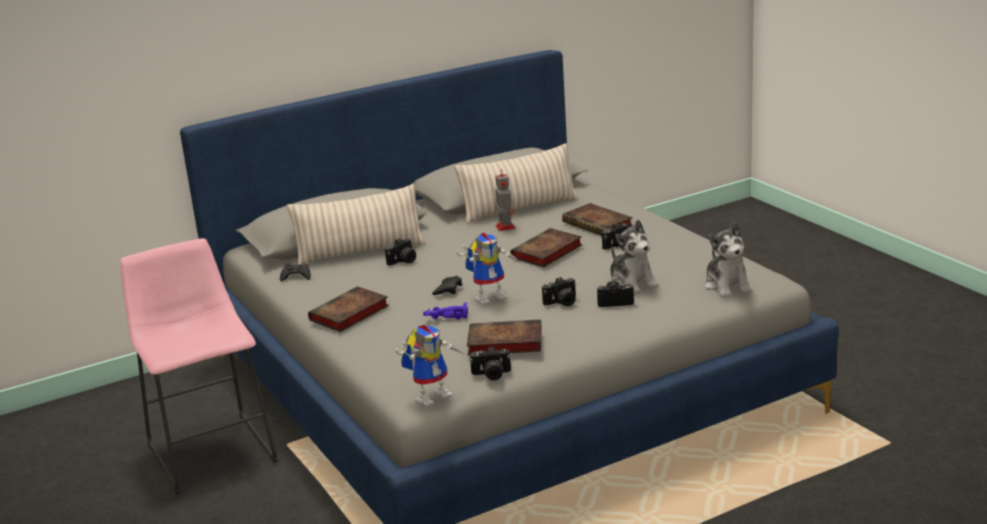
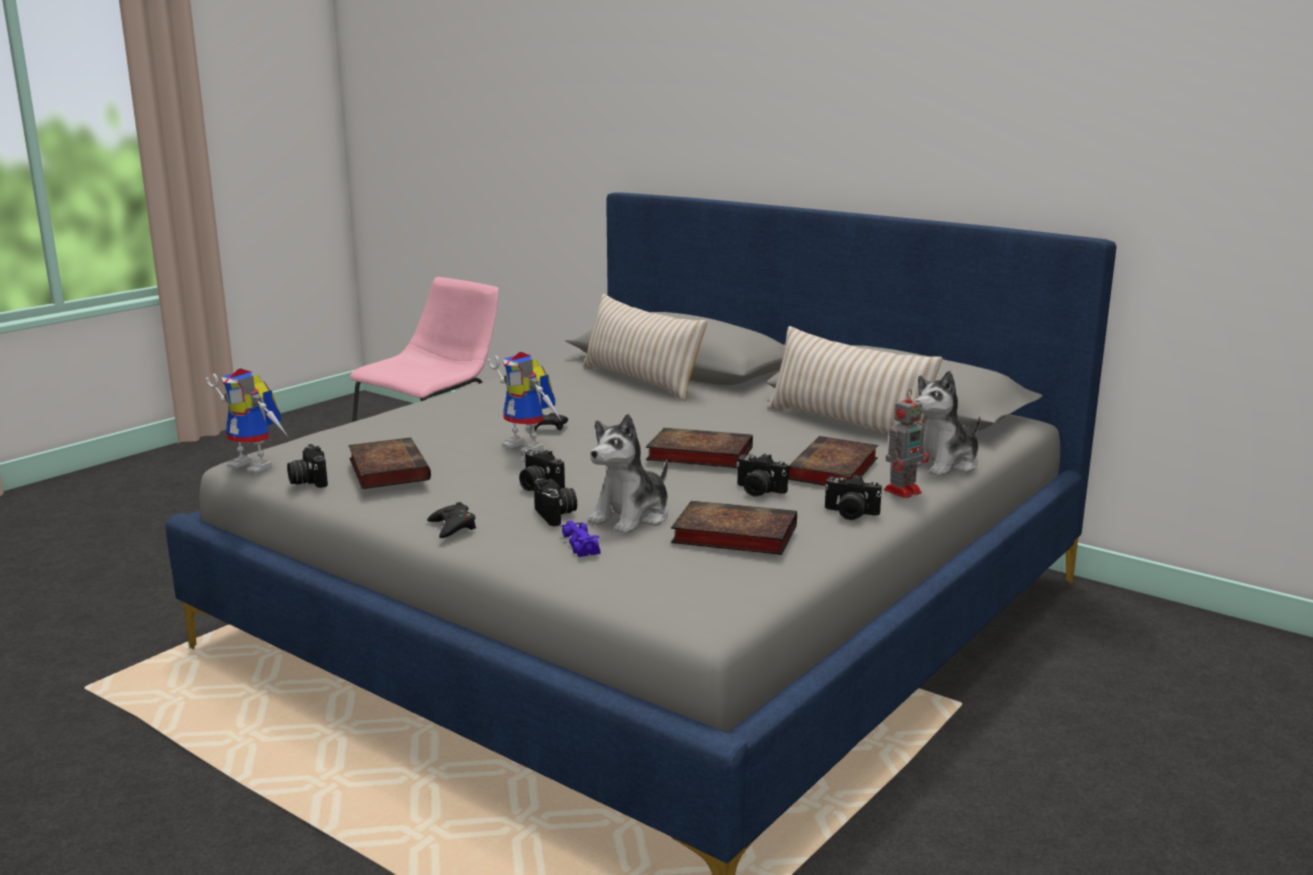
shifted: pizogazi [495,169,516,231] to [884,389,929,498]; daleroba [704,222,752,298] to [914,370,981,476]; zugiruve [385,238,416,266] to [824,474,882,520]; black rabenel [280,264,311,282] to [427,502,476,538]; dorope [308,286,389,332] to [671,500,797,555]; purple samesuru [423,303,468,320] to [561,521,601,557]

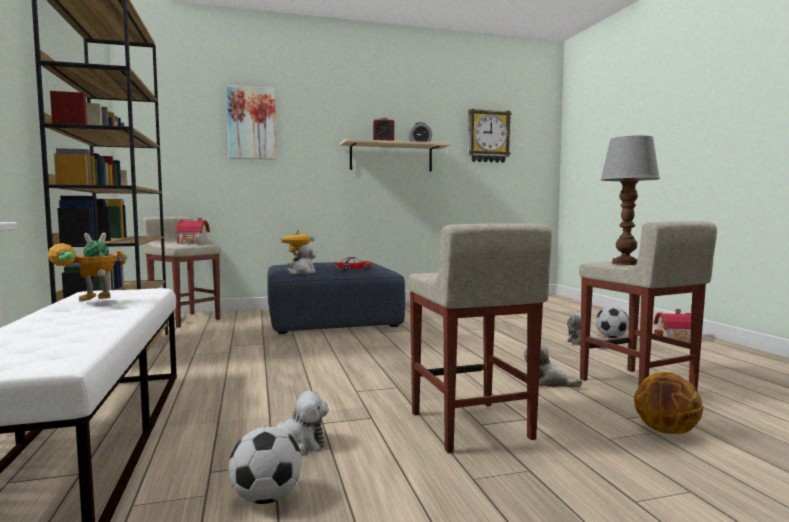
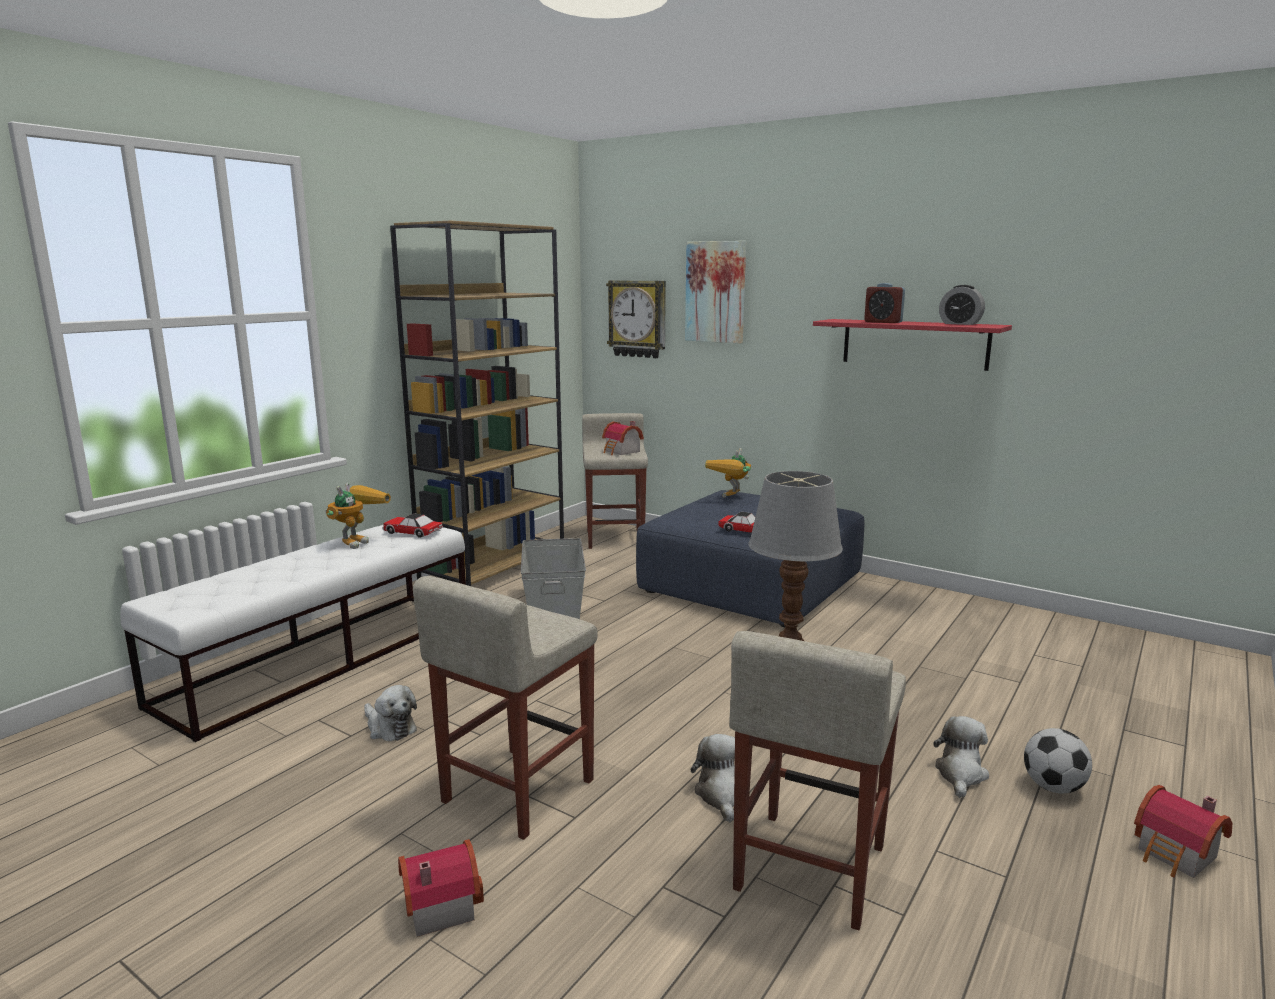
gone: daleroba [287,245,317,274]; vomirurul [634,372,703,434]; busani [229,427,301,504]
new: samesuru [382,514,443,538]; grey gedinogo [521,538,586,619]; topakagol [398,839,484,937]
shifted: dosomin [468,109,512,163] to [606,280,666,358]
repainted: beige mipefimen [340,139,451,172] to red mipefimen [813,319,1012,371]
rotated: pizogazi [48,232,127,302] = [325,483,391,549] 105 degrees clockwise

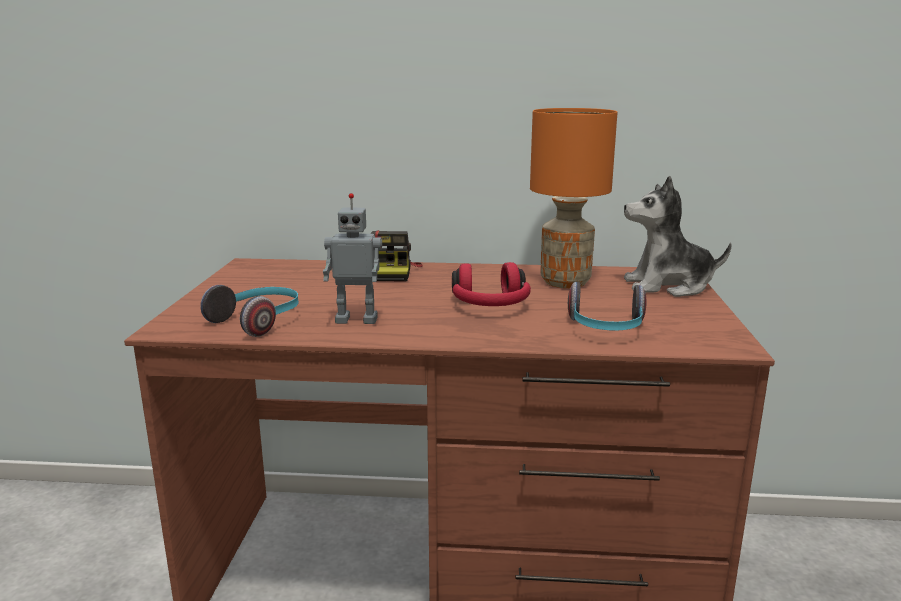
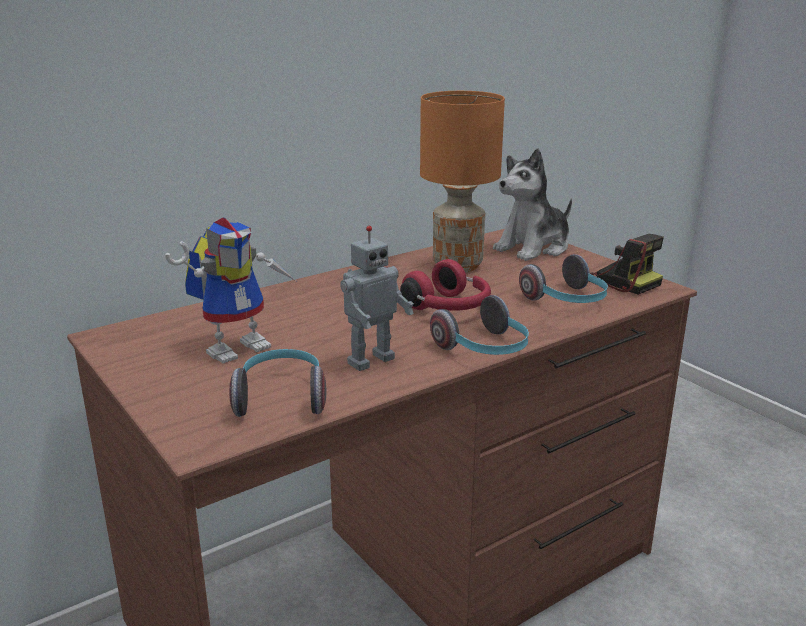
new: pizogazi [165,217,296,364]; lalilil [430,295,529,355]
shifted: zugiruve [370,230,423,281] to [589,234,664,295]

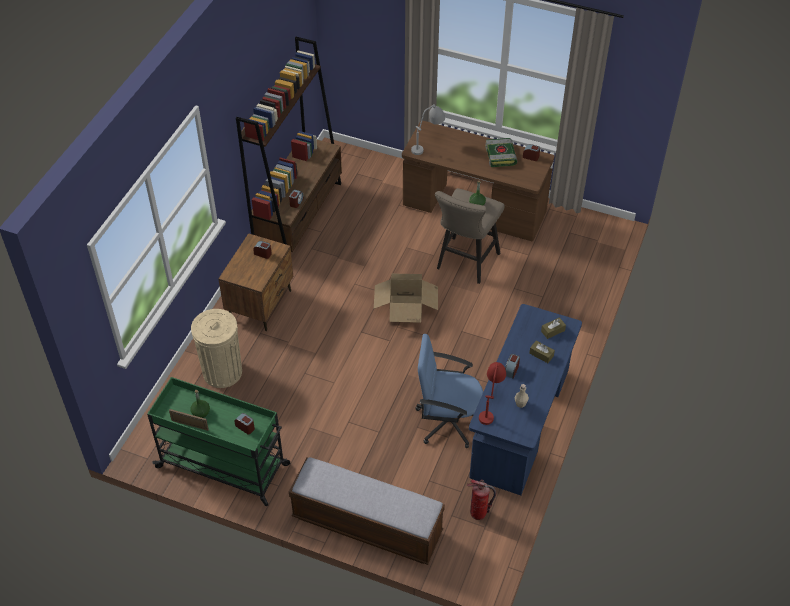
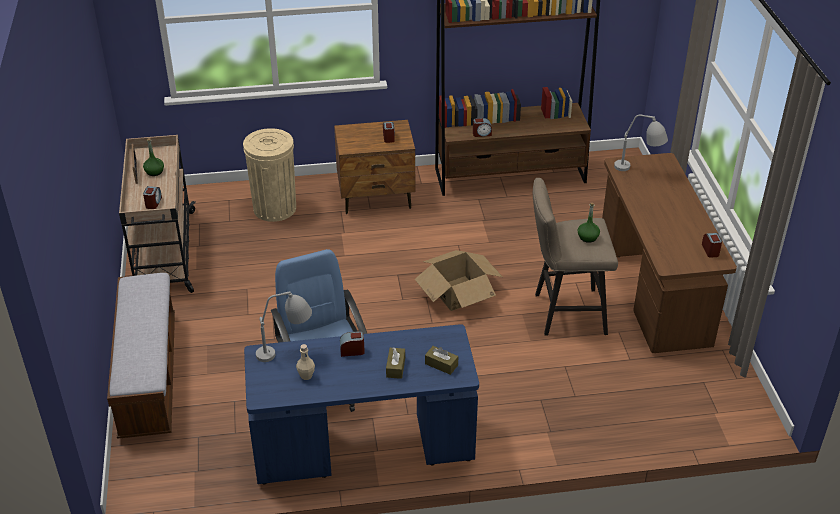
gone: dorope [485,138,517,167]; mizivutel [467,480,496,520]
repainted: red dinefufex [479,362,506,425] to grey dinefufex [256,291,312,362]; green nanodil [147,377,290,506] to beige nanodil [119,135,195,293]

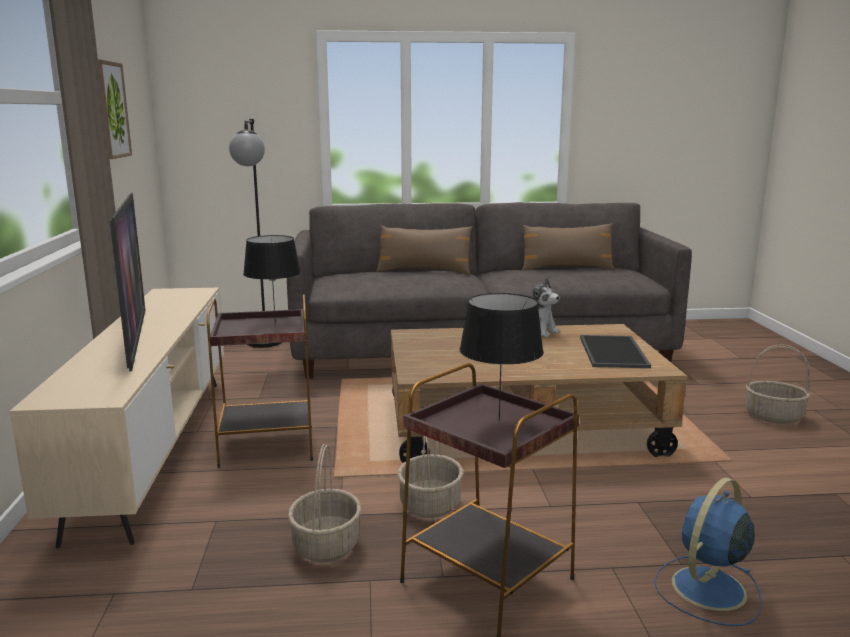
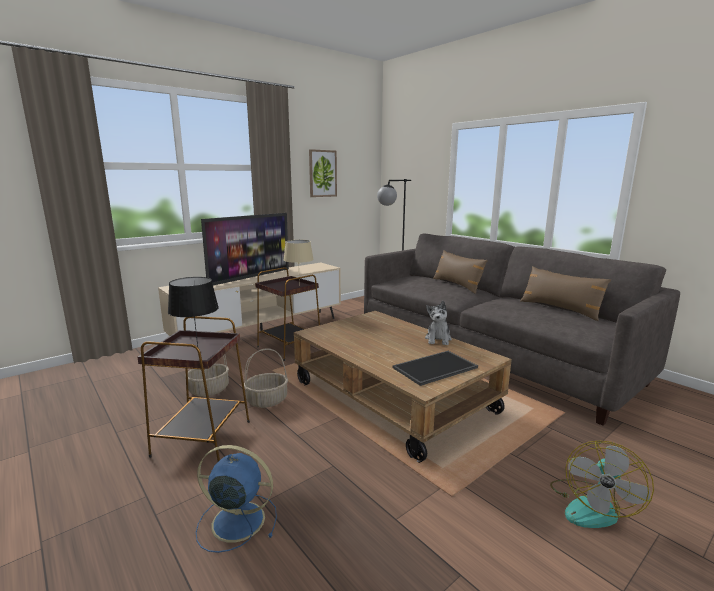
swapped: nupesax [745,344,810,424] to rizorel [550,440,654,528]
repainted: black dinefufex [243,235,301,322] to beige dinefufex [283,240,314,286]

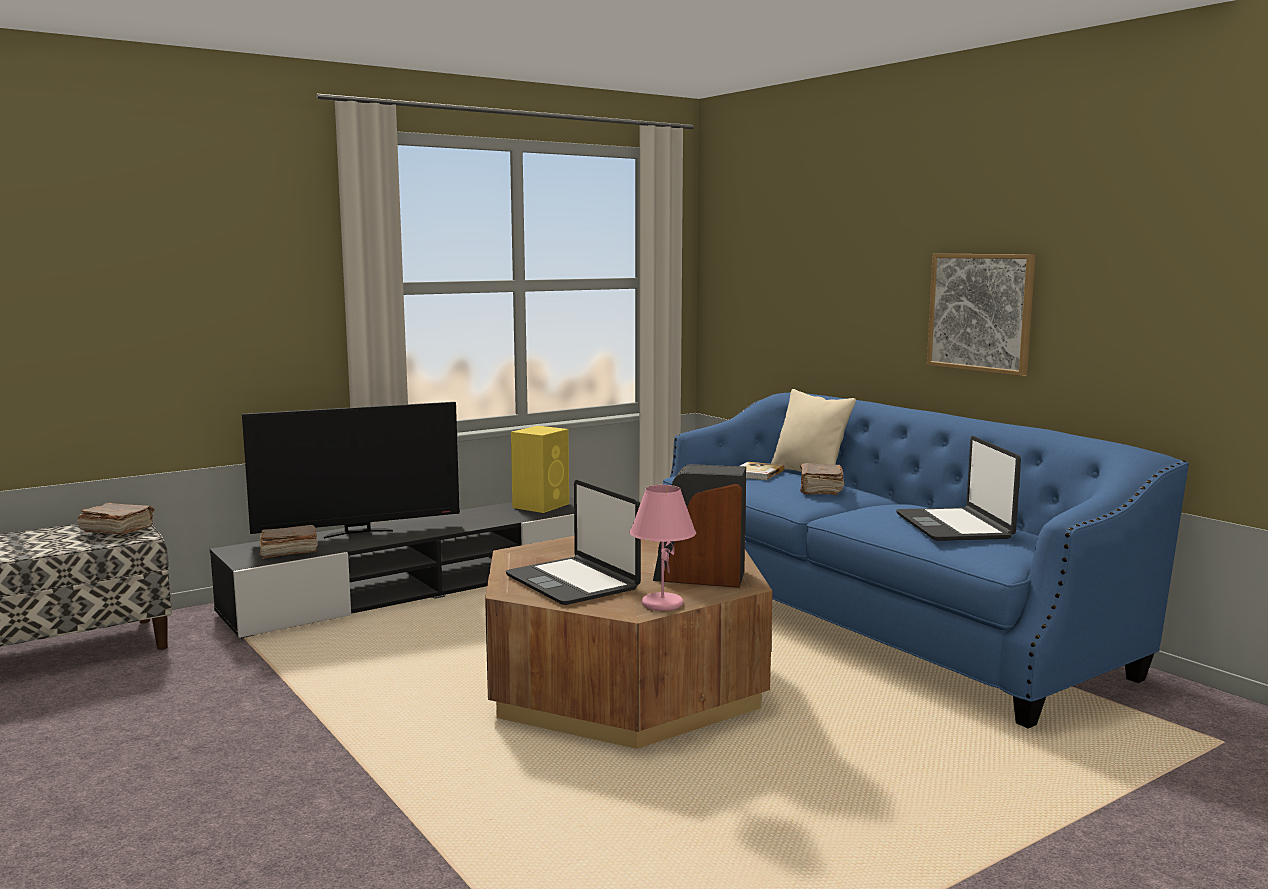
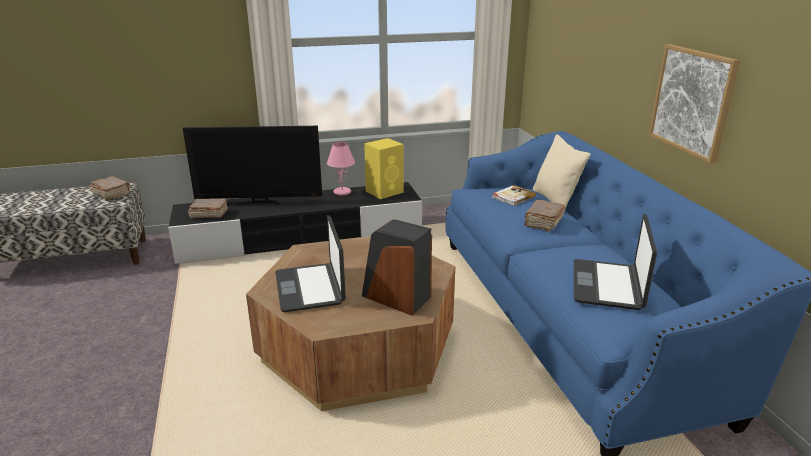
shifted: pink dinefufex [630,485,696,611] to [327,142,355,196]

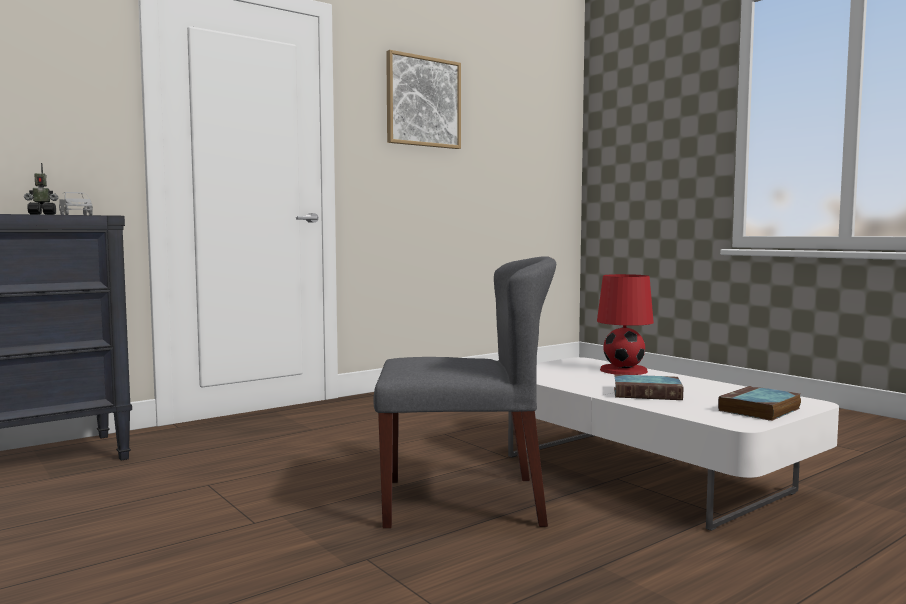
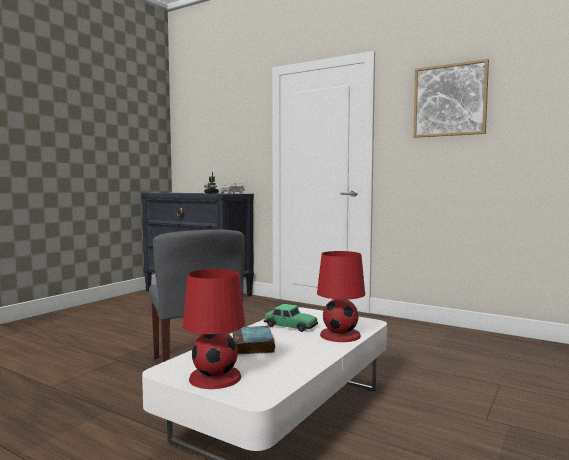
new: samesuru [264,304,318,332]
swapped: dorope [718,386,801,421] to red dinefufex [183,269,245,389]

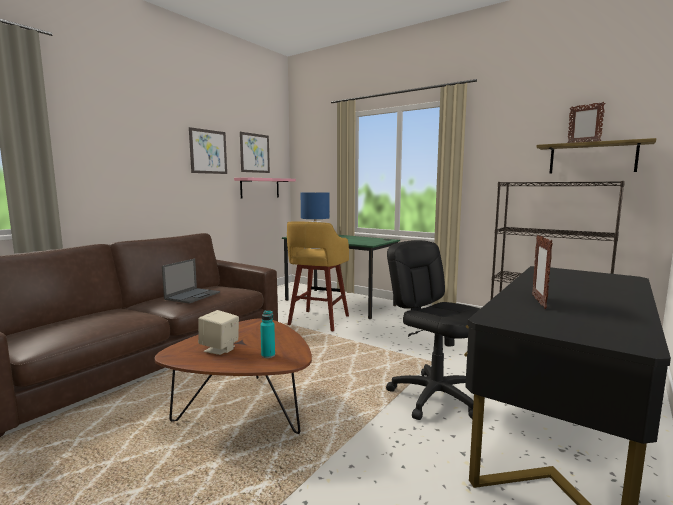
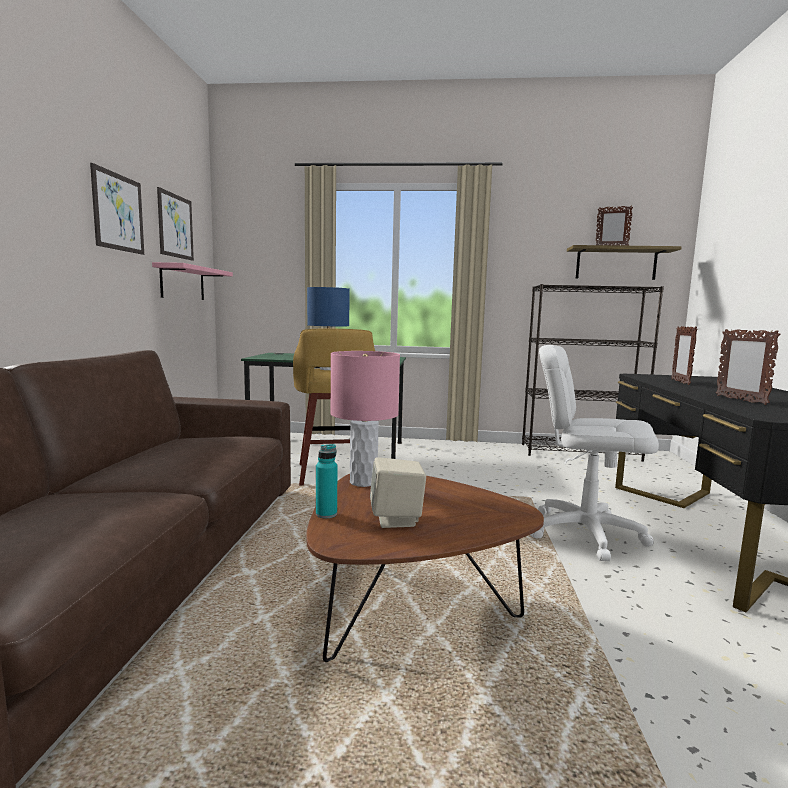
gone: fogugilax [162,258,220,304]
new: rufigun [671,326,698,385]; pink dinefufex [330,351,400,487]
shifted: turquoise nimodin [260,311,275,358] to [316,444,337,518]
repainted: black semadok [386,240,481,420] to white semadok [530,345,659,561]

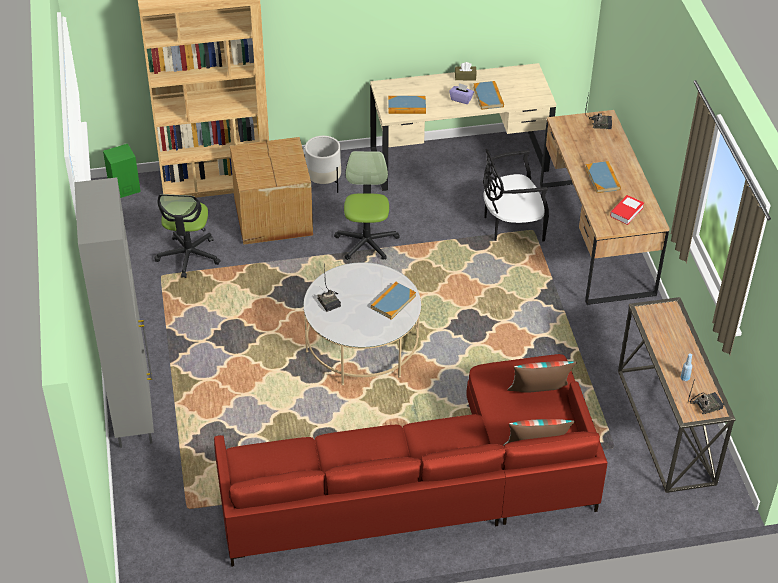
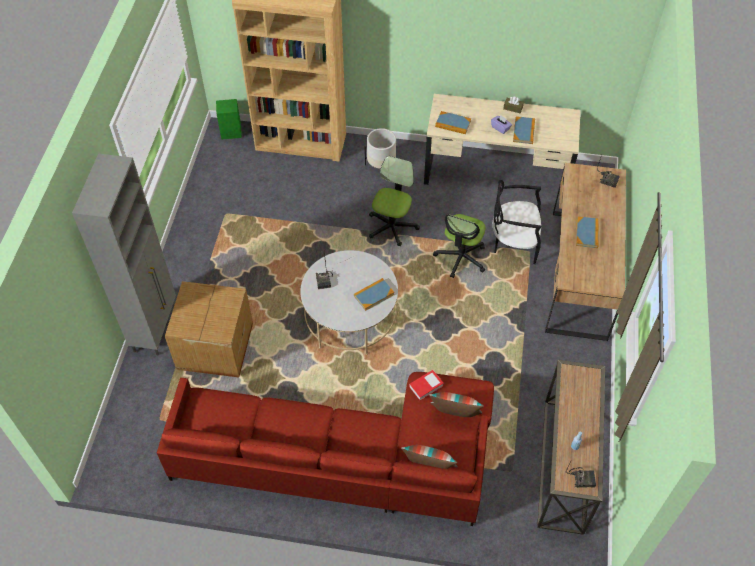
shifted: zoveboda [230,137,313,245] to [165,281,253,377]; semadok [154,194,220,278] to [433,214,485,278]; dorope [610,195,644,225] to [409,370,443,400]

